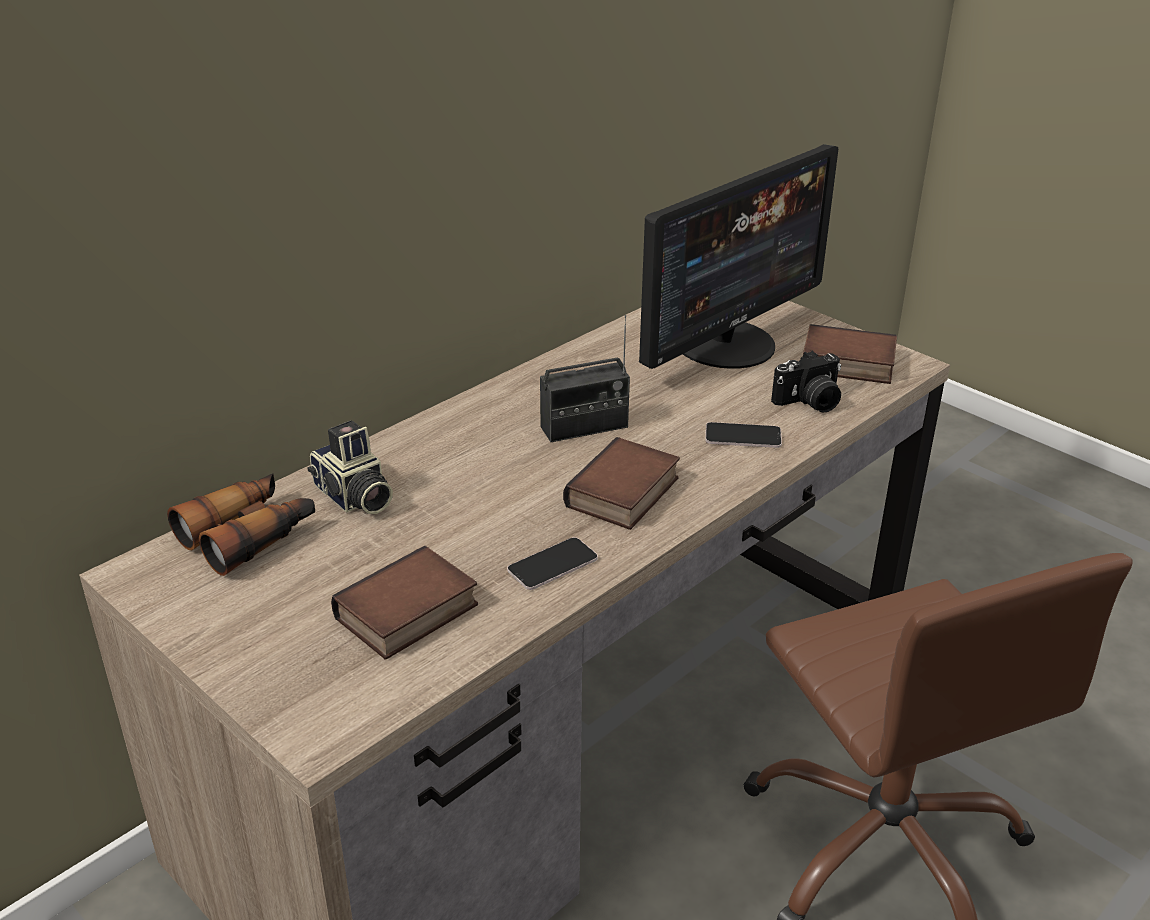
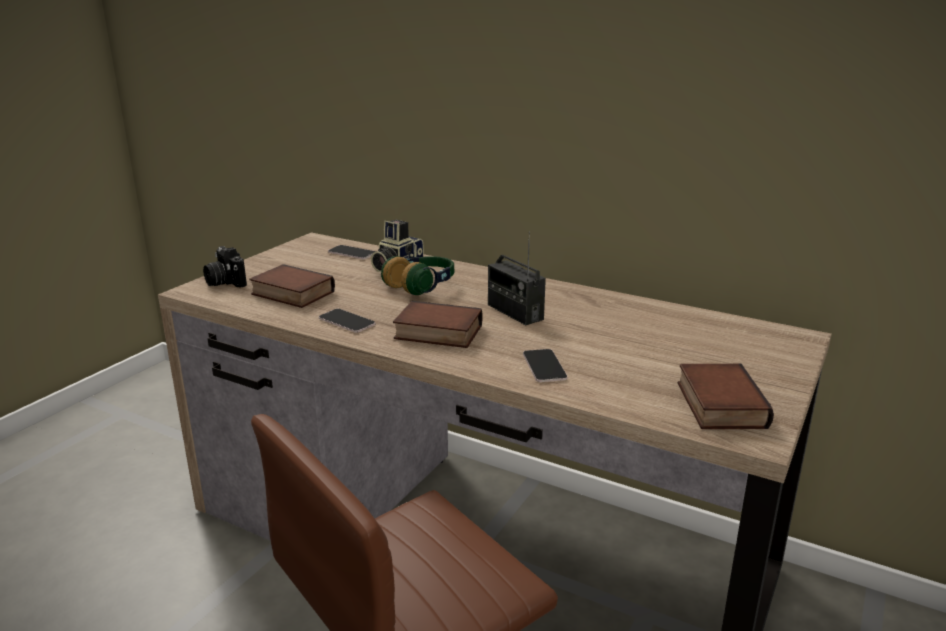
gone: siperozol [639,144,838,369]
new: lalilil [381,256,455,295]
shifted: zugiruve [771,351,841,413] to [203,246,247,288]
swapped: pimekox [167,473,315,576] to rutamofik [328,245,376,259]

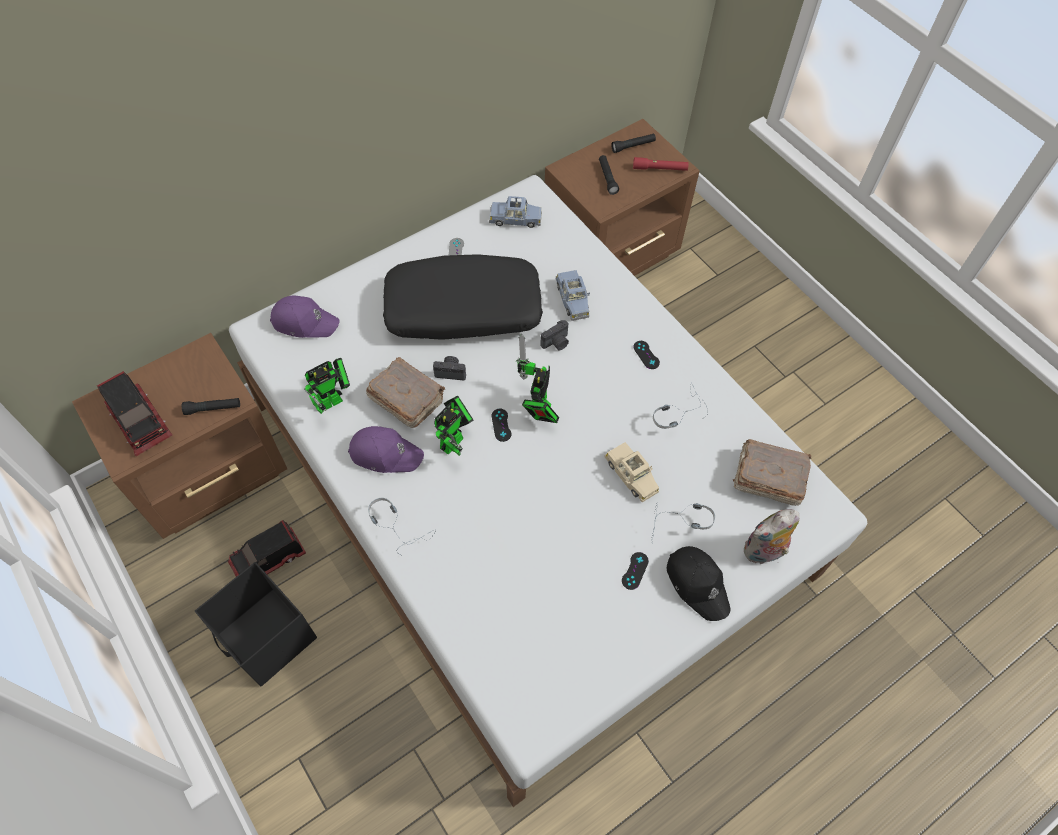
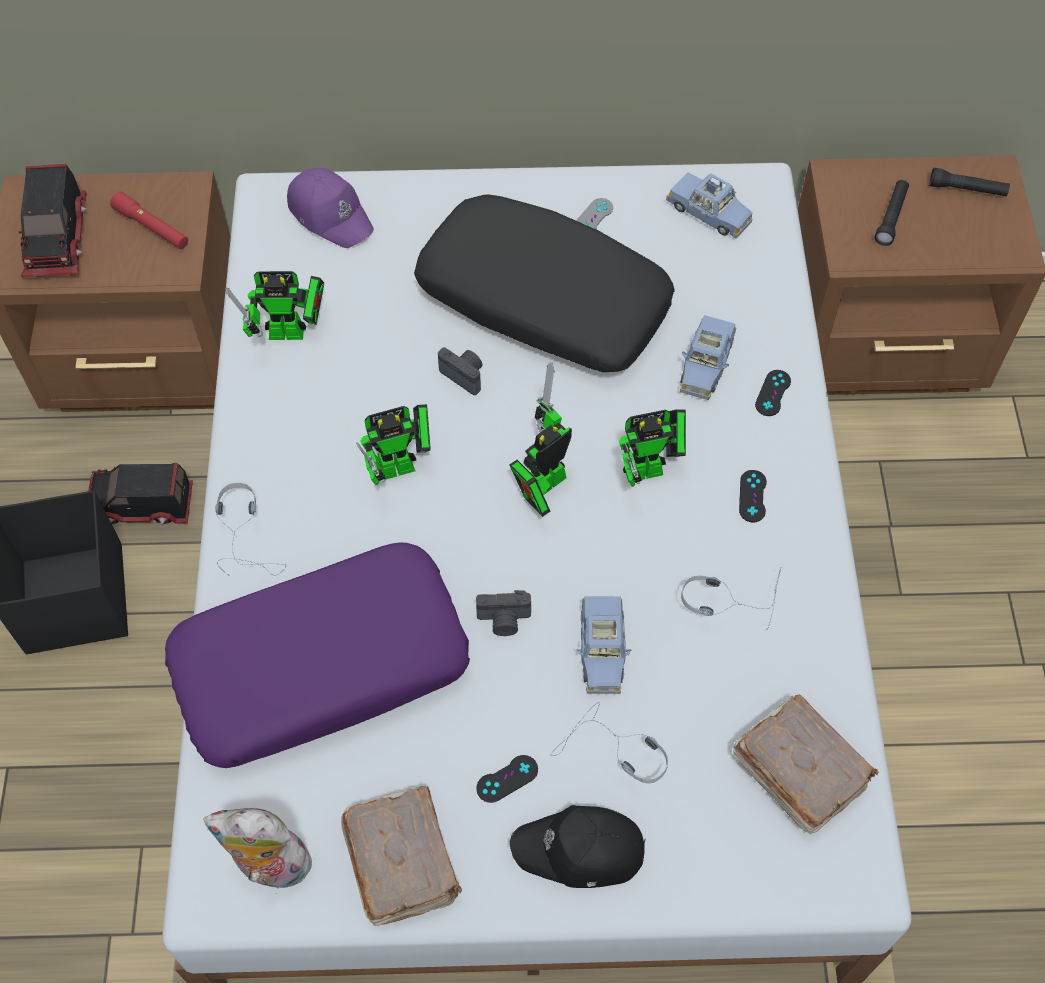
gone: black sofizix [182,398,240,415]; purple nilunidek [348,426,424,473]
new: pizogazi [619,409,686,487]; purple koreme [165,543,470,768]
shifted: red sofizix [633,157,689,171] to [110,191,188,249]; zugiruve [540,320,569,351] to [476,590,531,636]; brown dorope [366,357,445,428] to [341,786,462,926]; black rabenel [492,409,511,442] to [755,370,791,416]; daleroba [744,509,800,565] to [203,808,315,889]
repainted: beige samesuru [604,442,659,502] to blue samesuru [577,596,632,694]
rotated: black nilunidek [667,546,731,621] = [510,805,645,888] 90 degrees clockwise

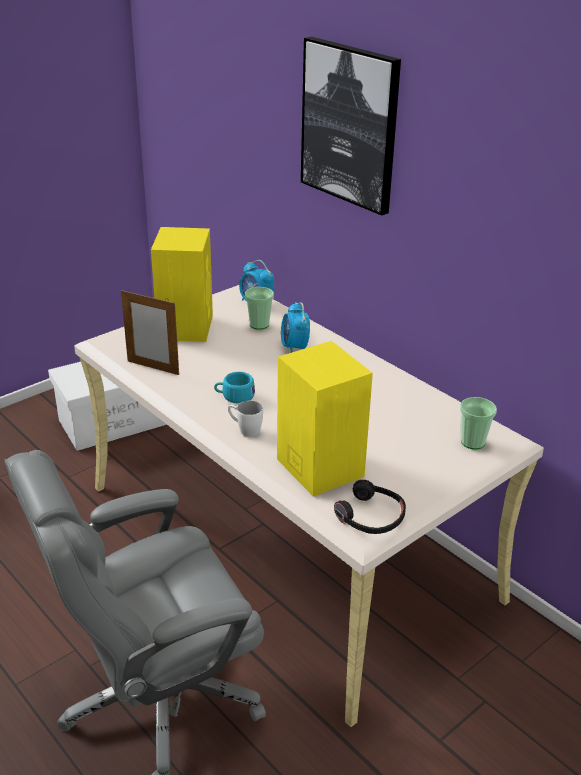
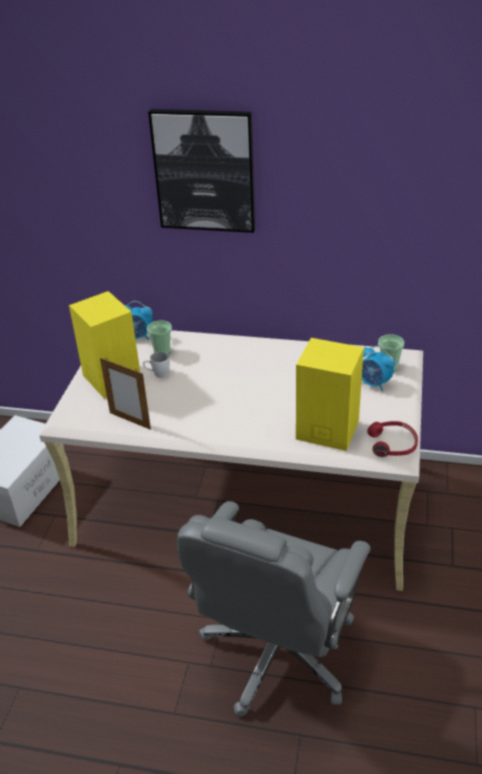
gone: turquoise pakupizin [214,372,255,403]
shifted: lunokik [281,302,310,353] to [362,346,395,391]; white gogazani [228,400,263,437] to [143,351,170,378]
repainted: black lalilil [334,480,406,534] to red lalilil [367,421,418,457]
rotated: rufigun [121,289,179,375] = [100,358,151,430] 45 degrees clockwise

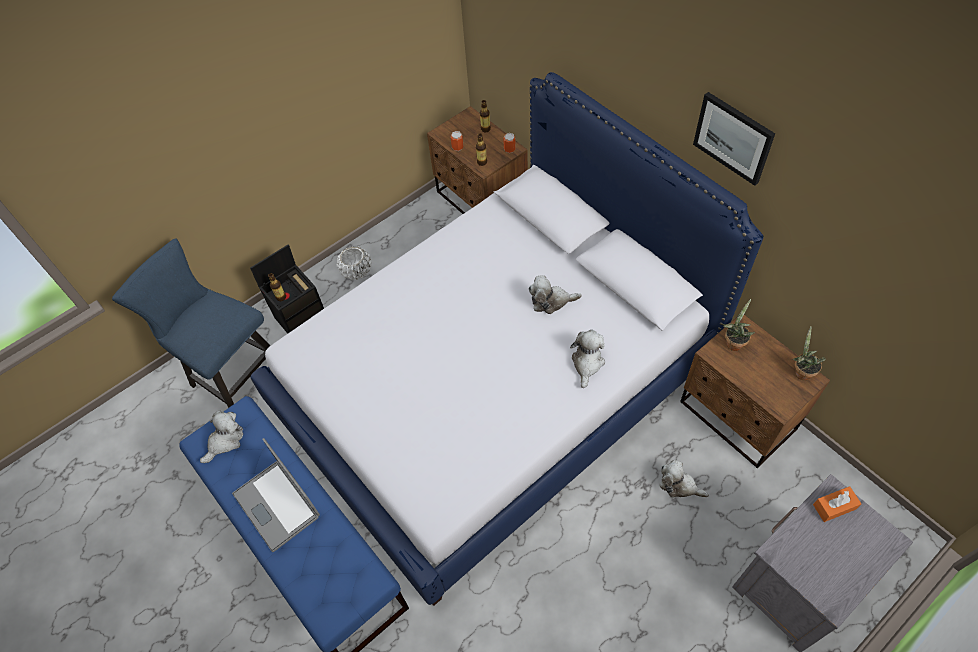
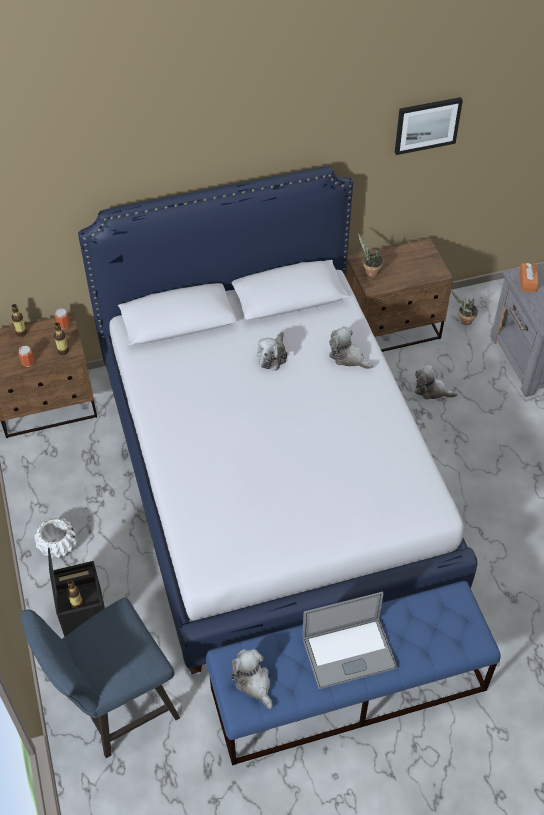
shifted: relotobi [693,92,775,186] to [395,97,463,155]; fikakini [792,326,826,380] to [451,290,478,325]
rotated: daleroba [659,460,709,498] = [415,365,458,400] 60 degrees clockwise

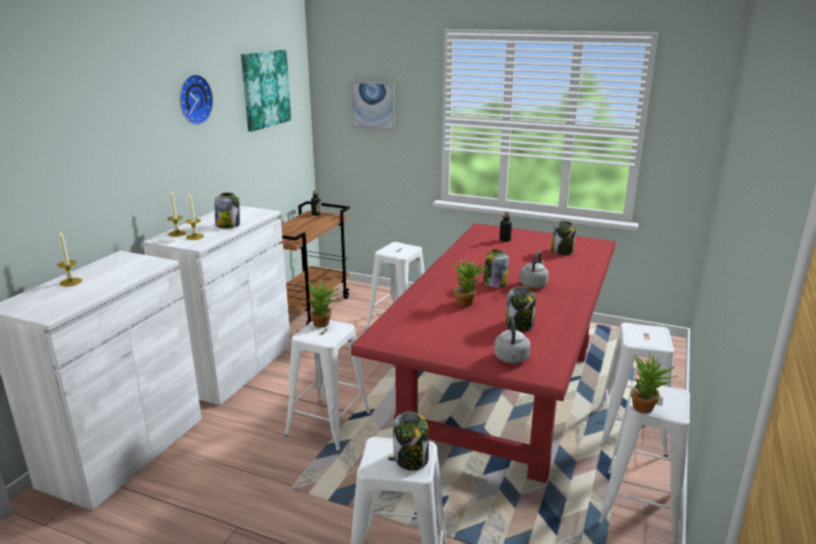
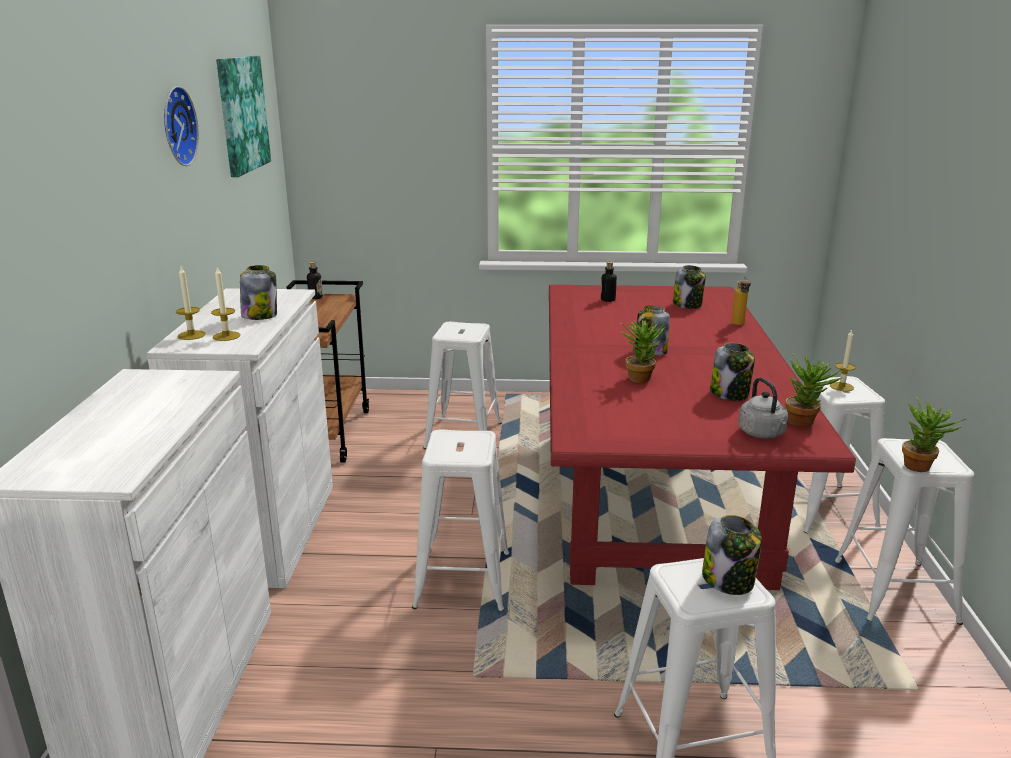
gone: relotobi [351,81,395,131]; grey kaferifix [520,251,549,288]
new: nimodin [731,276,751,325]
shifted: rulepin [57,230,82,286] to [830,329,856,391]; fikakini [307,279,339,328] to [785,353,844,428]

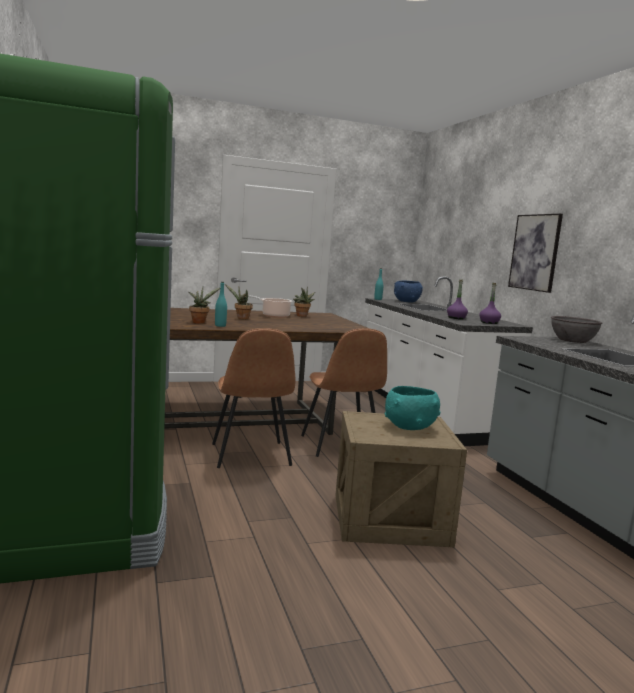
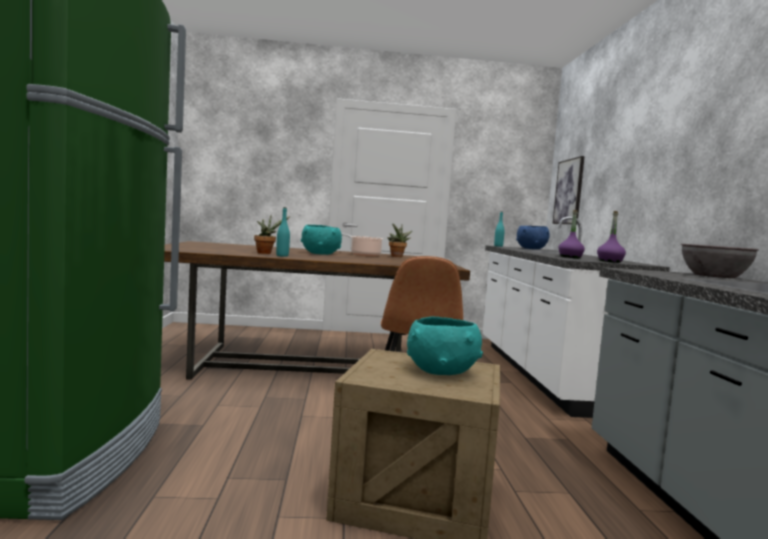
gone: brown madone [212,328,295,468]
shifted: relotobi [508,214,563,293] to [553,156,585,224]
swapped: fikakini [225,284,253,319] to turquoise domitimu [301,225,342,255]

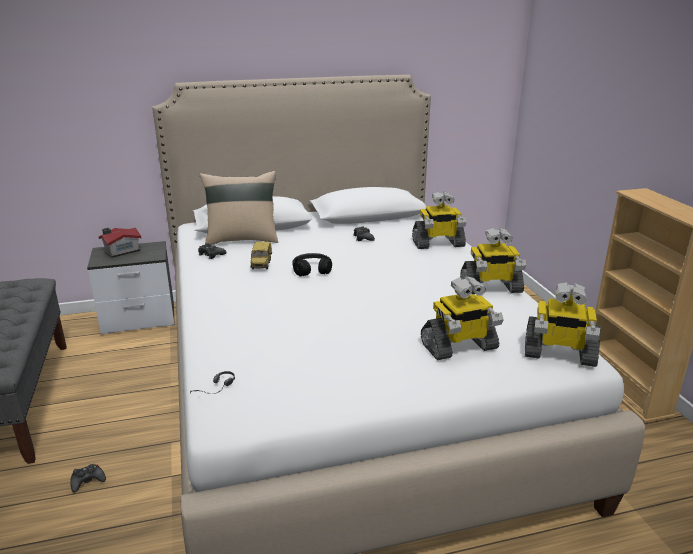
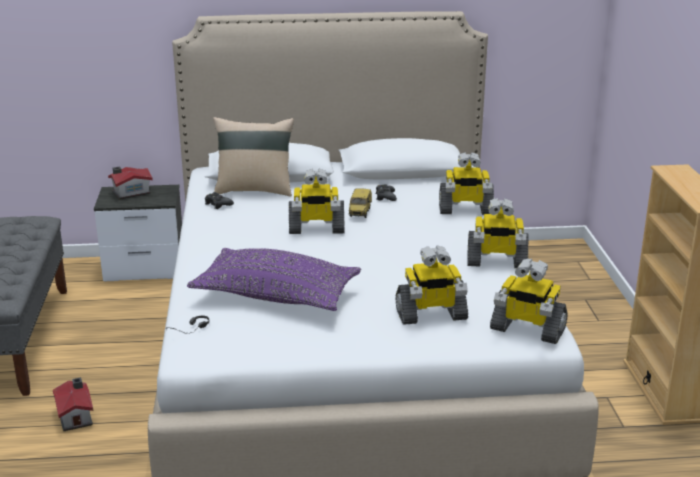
new: purple koreme [187,248,361,311]
shifted: samesuru [250,241,272,269] to [349,188,372,218]
swapped: black lalilil [292,253,332,276] to pizogazi [289,169,345,234]; black rabenel [70,464,106,493] to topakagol [53,377,93,431]

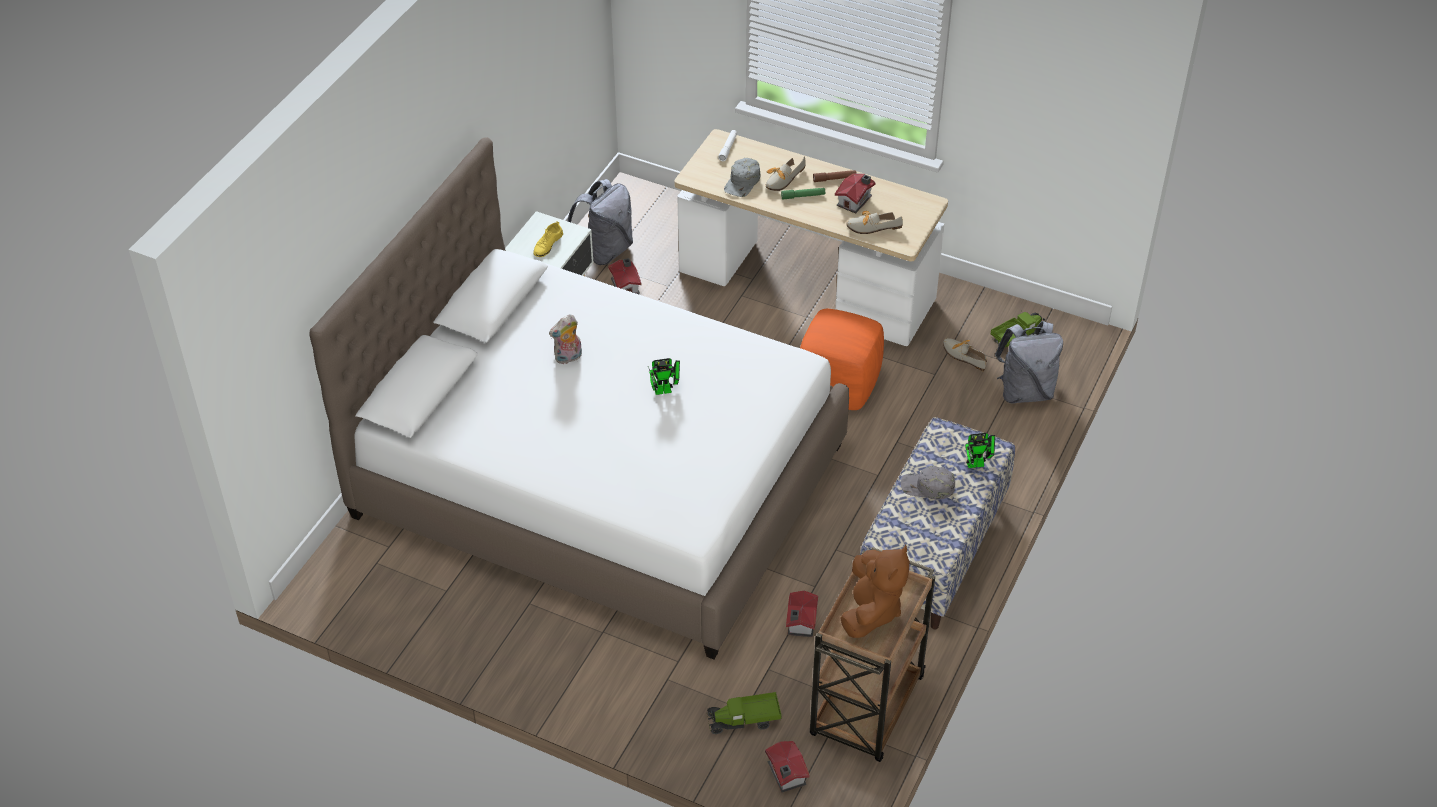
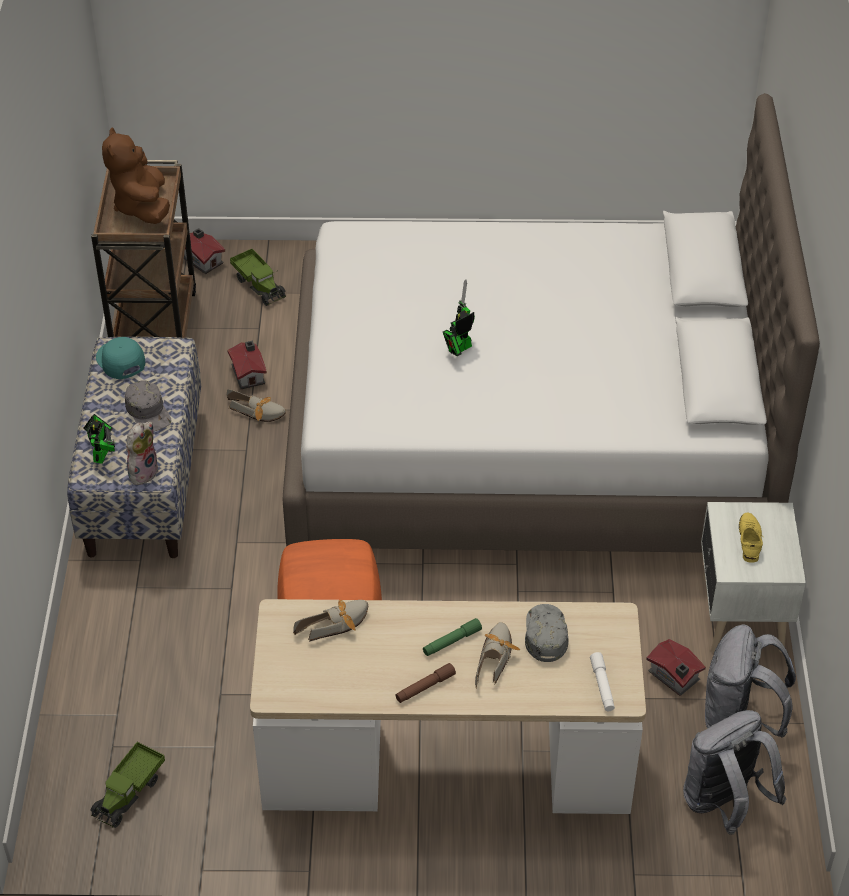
gone: topakagol [835,173,876,214]
new: turquoise nilunidek [96,337,145,379]
shifted: daleroba [549,314,582,364] to [126,422,159,485]; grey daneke [995,321,1063,404] to [683,710,786,835]; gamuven [943,338,987,371] to [227,389,286,422]
rotated: pizogazi [965,433,995,468] = [84,414,115,464] 135 degrees clockwise; grey nilunidek [901,466,955,500] = [124,380,171,432] 75 degrees clockwise; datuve [707,692,782,734] = [230,249,286,306] 90 degrees clockwise

